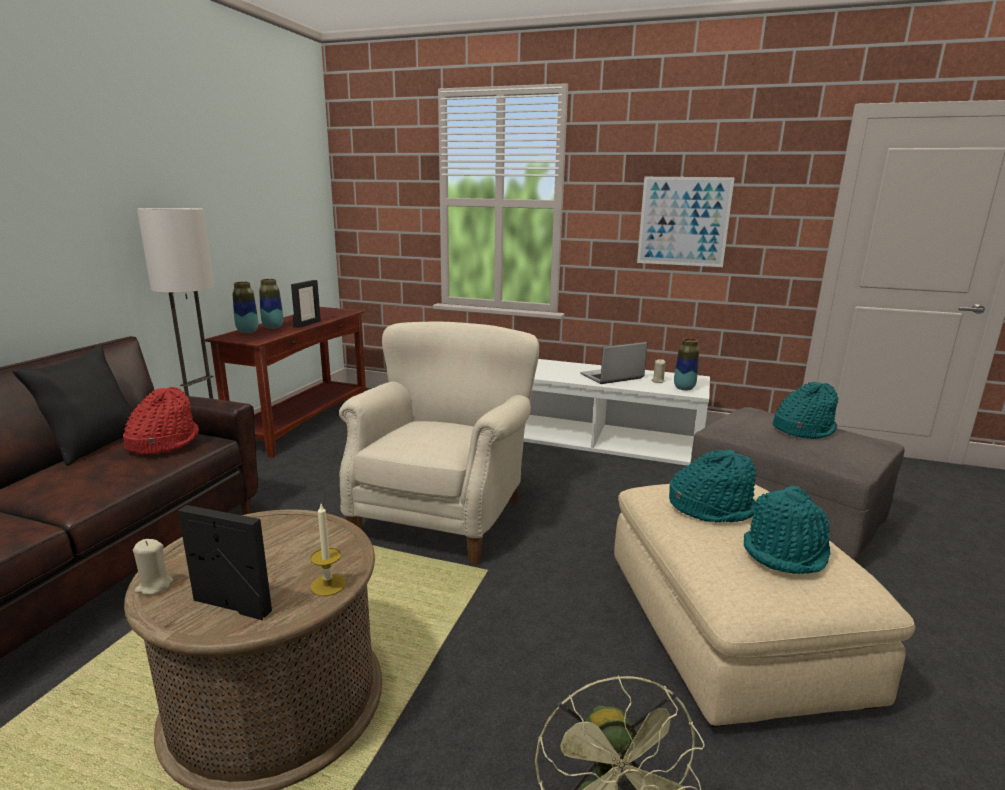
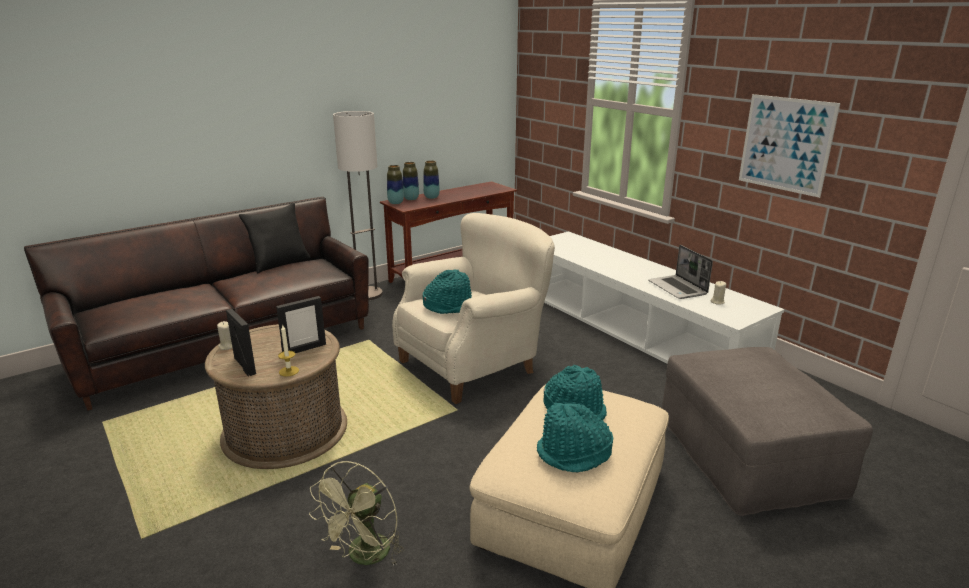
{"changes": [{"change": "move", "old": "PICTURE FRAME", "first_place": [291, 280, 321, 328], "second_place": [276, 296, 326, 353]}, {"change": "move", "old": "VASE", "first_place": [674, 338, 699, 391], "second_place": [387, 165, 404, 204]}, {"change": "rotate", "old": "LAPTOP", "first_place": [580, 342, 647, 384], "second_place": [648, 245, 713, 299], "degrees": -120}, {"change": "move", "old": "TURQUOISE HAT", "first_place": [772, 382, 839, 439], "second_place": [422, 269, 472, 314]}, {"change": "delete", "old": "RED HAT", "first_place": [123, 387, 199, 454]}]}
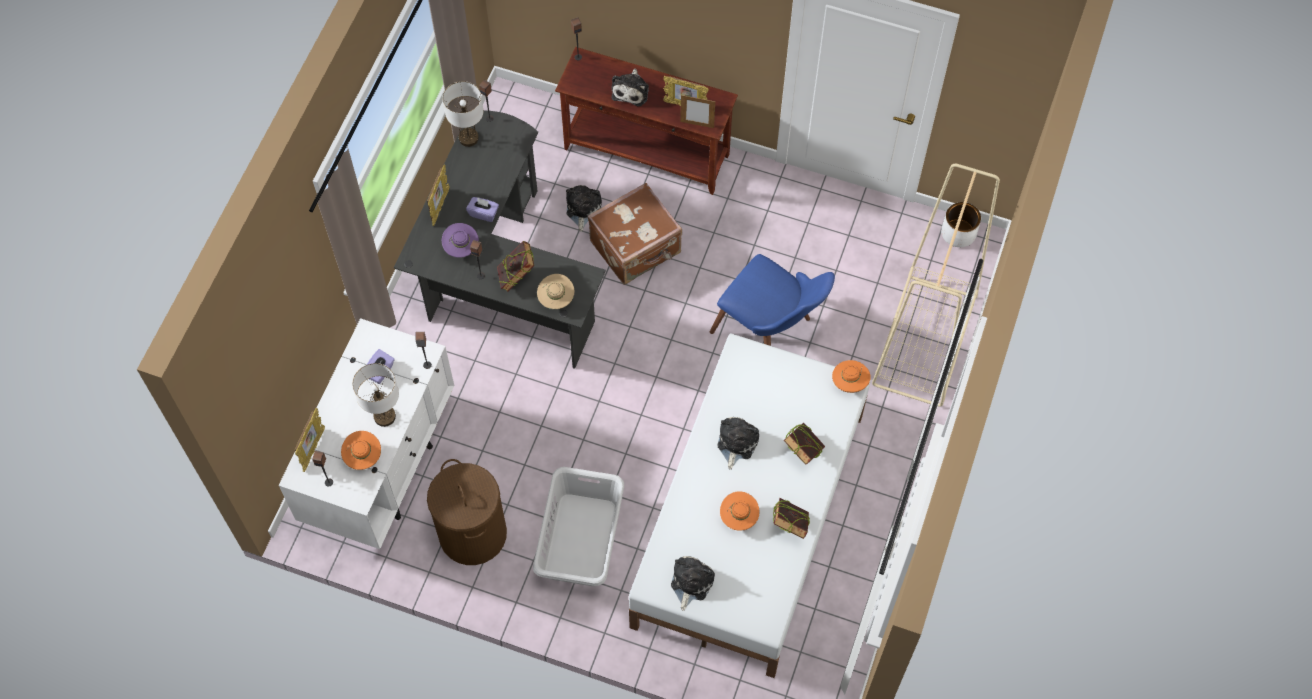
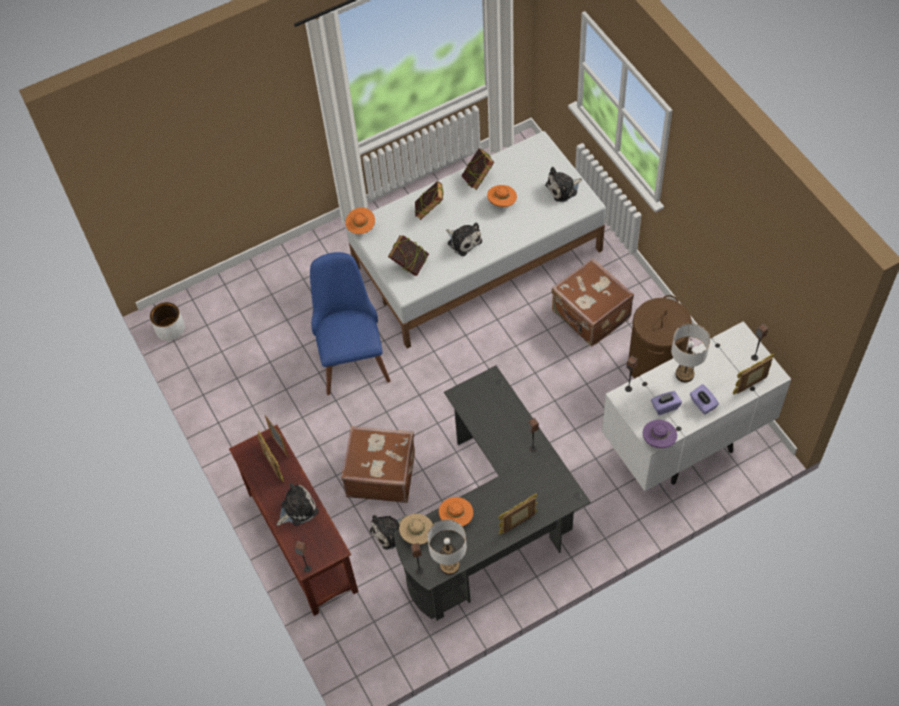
{"changes": [{"change": "delete", "old": "BEIGE CLOTHES RACK", "first_place": [872, 164, 1000, 407]}, {"change": "move", "old": "PURPLE TISSUE BOX", "first_place": [466, 197, 499, 222], "second_place": [690, 384, 719, 414]}, {"change": "move", "old": "PURPLE HAT", "first_place": [442, 223, 479, 258], "second_place": [643, 420, 677, 448]}, {"change": "move", "old": "BOOK", "first_place": [497, 241, 534, 292], "second_place": [388, 235, 429, 276]}, {"change": "move", "old": "BEIGE HAT", "first_place": [537, 274, 574, 309], "second_place": [399, 514, 433, 545]}, {"change": "rotate", "old": "PLUSH TOY", "first_place": [717, 417, 759, 470], "second_place": [446, 222, 482, 256], "degrees": -105}, {"change": "move", "old": "ORANGE HAT", "first_place": [341, 431, 381, 470], "second_place": [439, 497, 473, 527]}, {"change": "replace", "old": "GREY LAUNDRY BASKET", "new": "BROWN SUITCASE", "first_place": [533, 467, 624, 586], "second_place": [551, 258, 634, 347]}]}
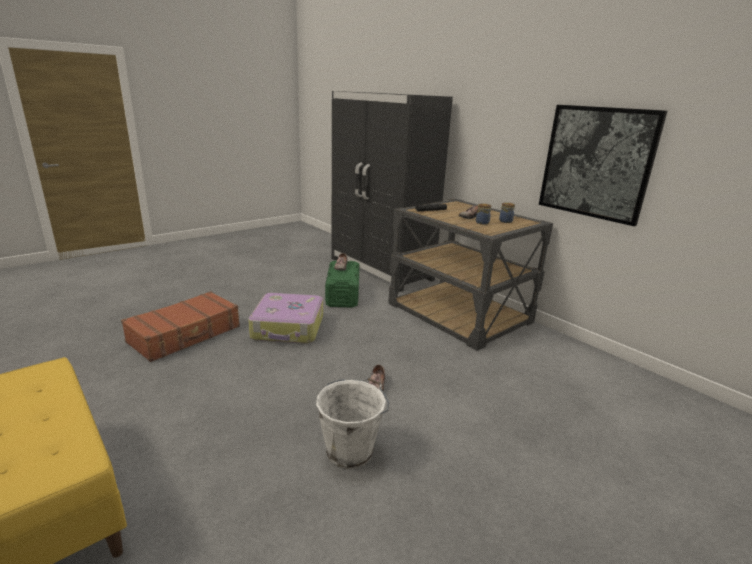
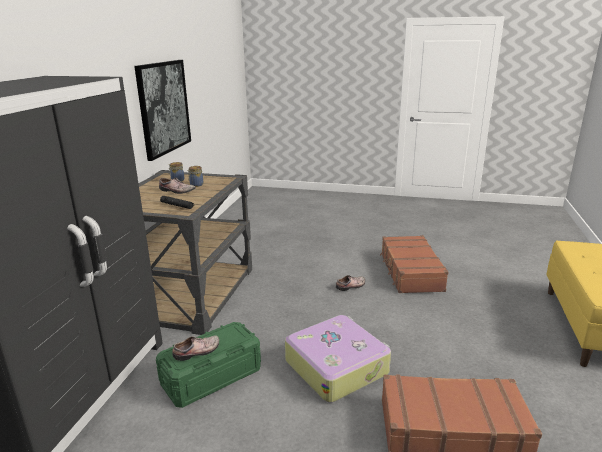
{"changes": [{"change": "replace", "old": "WHITE BUCKET", "new": "BROWN SUITCASE", "first_place": [316, 378, 389, 469], "second_place": [380, 235, 449, 293]}]}
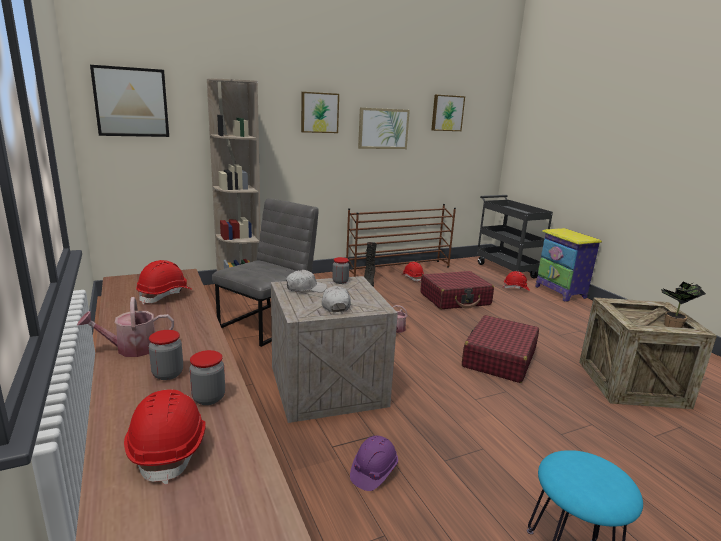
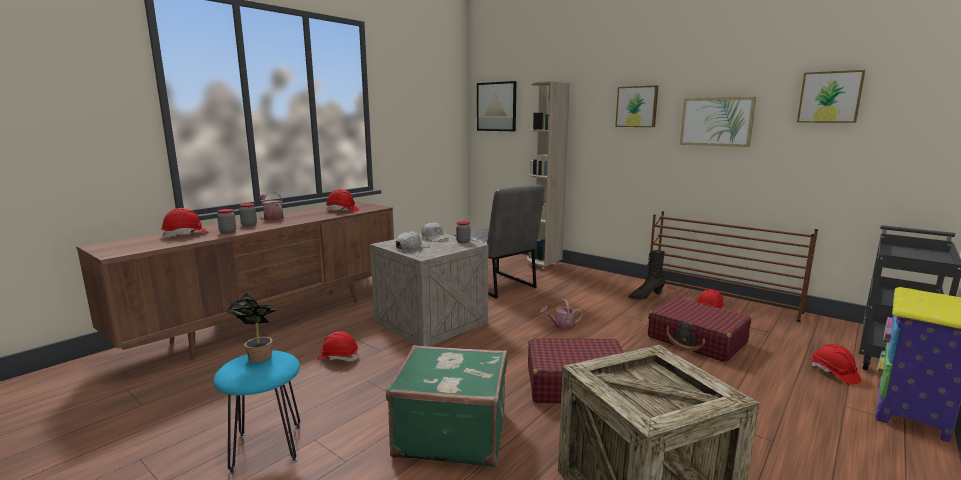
{"changes": [{"change": "rotate", "old": "GREY CHAIR", "first_place": [212, 198, 319, 347], "second_place": [470, 185, 545, 299], "degrees": 45}, {"change": "move", "old": "POTTED PLANT", "first_place": [661, 281, 706, 328], "second_place": [226, 293, 277, 362]}, {"change": "recolor", "old": "PURPLE HARD HAT", "new": "RED HARD HAT", "first_place": [350, 436, 398, 491], "second_place": [317, 331, 359, 361]}, {"change": "insert", "new": "GREEN SUITCASE", "second_place": [386, 345, 508, 467]}]}
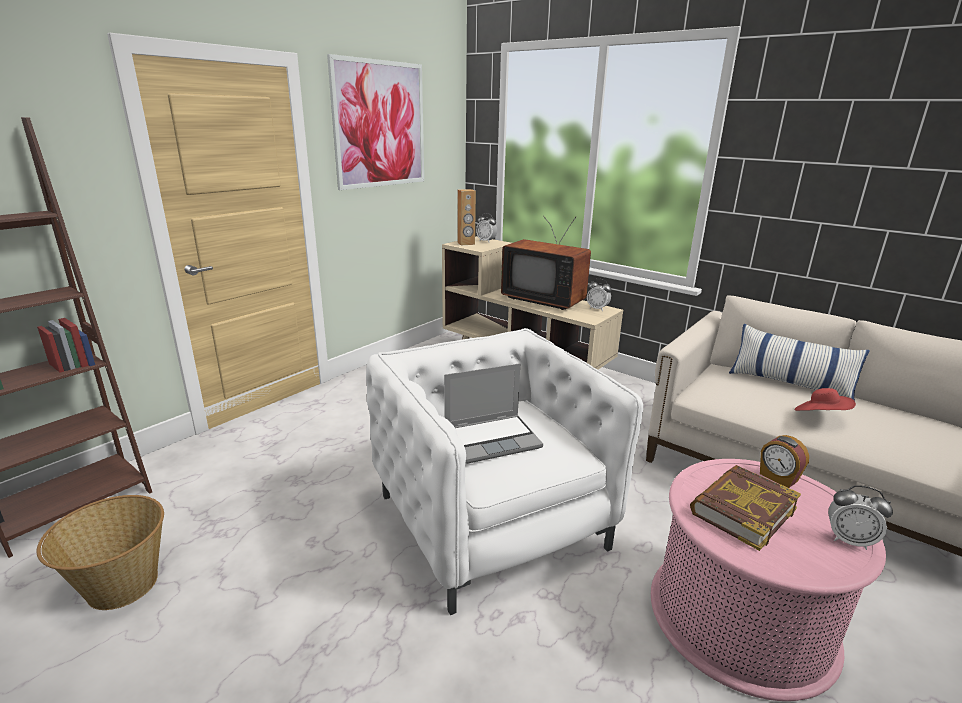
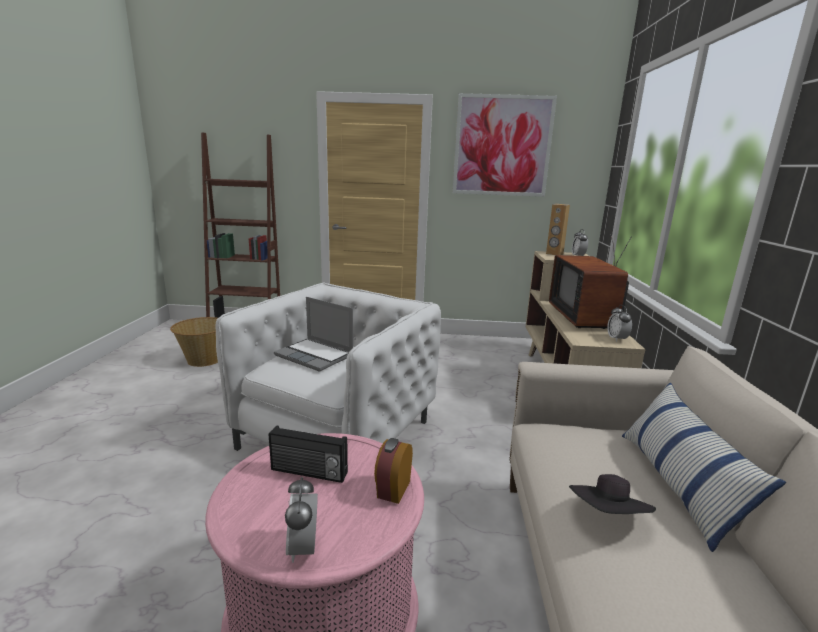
{"changes": [{"change": "recolor", "old": "RED HAT", "new": "BLACK HAT", "first_place": [794, 388, 856, 411], "second_place": [569, 474, 656, 514]}, {"change": "replace", "old": "BOOK", "new": "RADIO", "first_place": [690, 465, 801, 551], "second_place": [269, 426, 348, 483]}]}
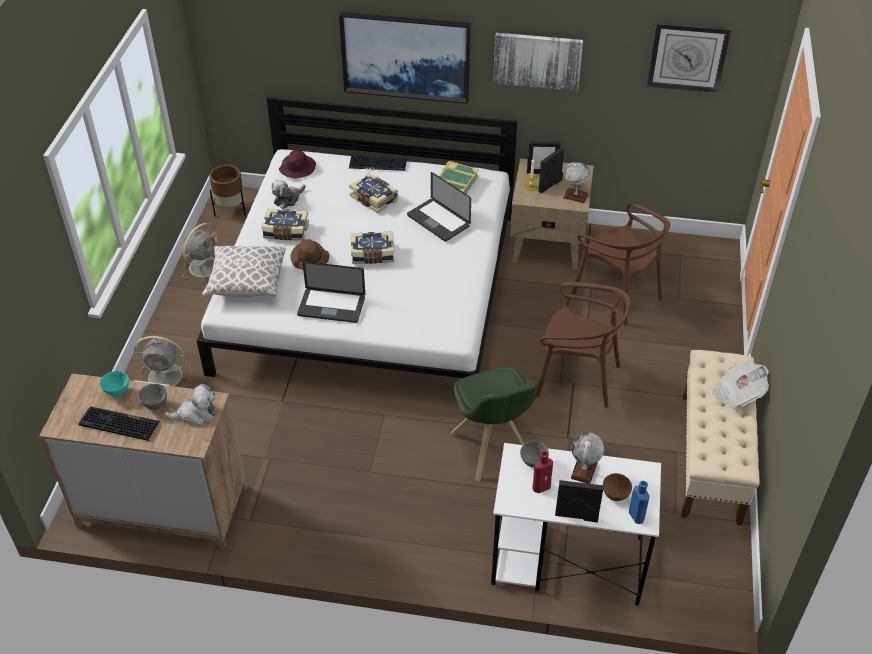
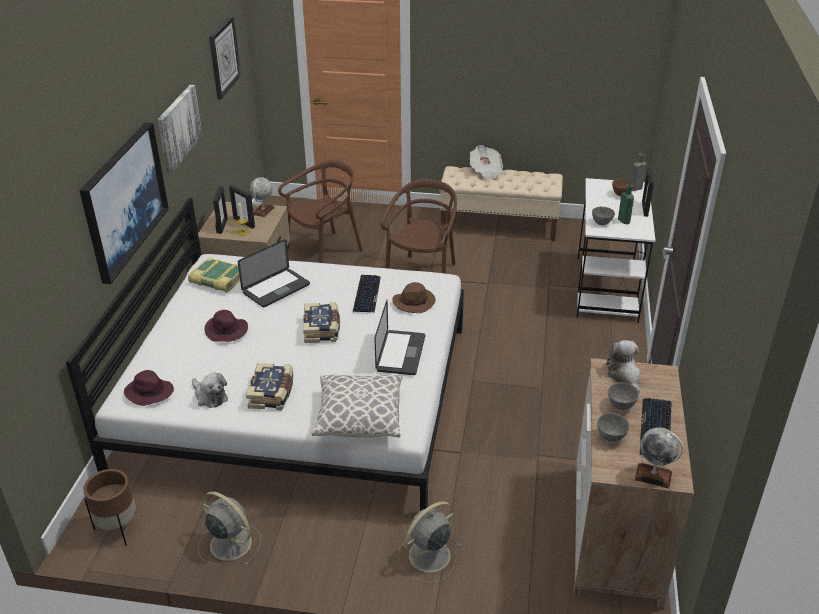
{"changes": [{"change": "move", "old": "KEYBOARD", "first_place": [349, 155, 407, 171], "second_place": [353, 275, 381, 313]}, {"change": "replace", "old": "BOOK", "new": "PURPLE HAT", "first_place": [349, 173, 398, 214], "second_place": [204, 310, 248, 342]}, {"change": "move", "old": "BROWN HAT", "first_place": [290, 239, 330, 270], "second_place": [392, 282, 436, 313]}, {"change": "rotate", "old": "GREY FAN", "first_place": [134, 336, 192, 388], "second_place": [398, 501, 461, 583], "degrees": -135}, {"change": "delete", "old": "GREEN CHAIR", "first_place": [450, 367, 538, 482]}, {"change": "recolor", "old": "TURQUOISE BOWL", "new": "GREY BOWL", "first_place": [100, 371, 129, 397], "second_place": [597, 413, 630, 442]}, {"change": "move", "old": "GLOBE", "first_place": [571, 432, 604, 484], "second_place": [634, 427, 683, 488]}, {"change": "recolor", "old": "RED BOTTLE", "new": "GREEN BOTTLE", "first_place": [532, 451, 553, 493], "second_place": [618, 184, 634, 224]}, {"change": "recolor", "old": "BLUE BOTTLE", "new": "GREY BOTTLE", "first_place": [629, 481, 650, 524], "second_place": [631, 153, 647, 191]}]}
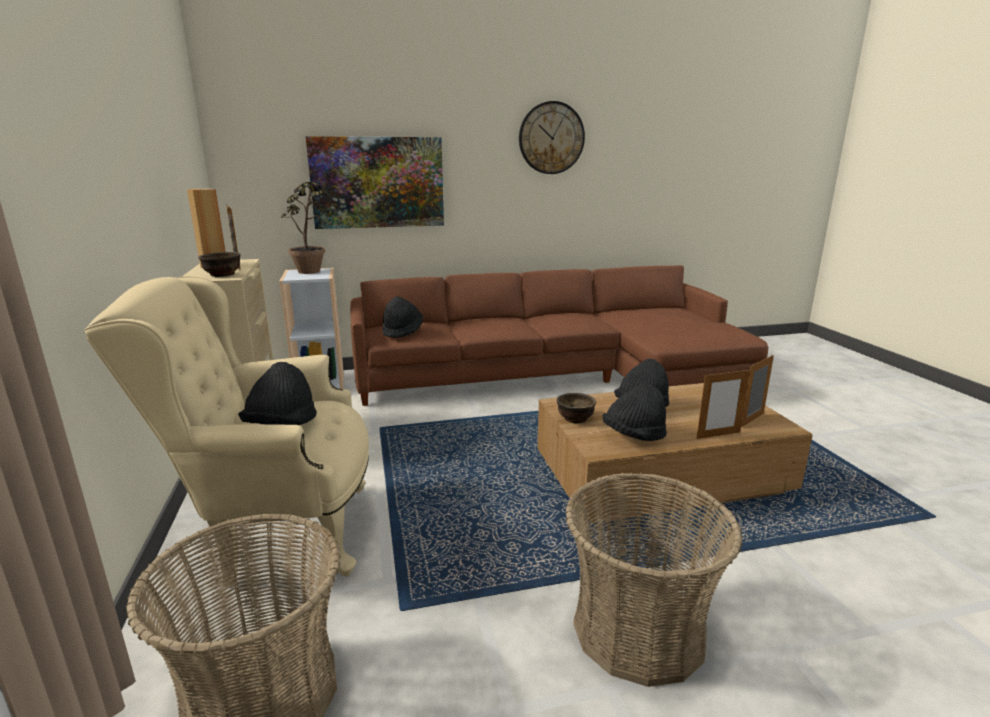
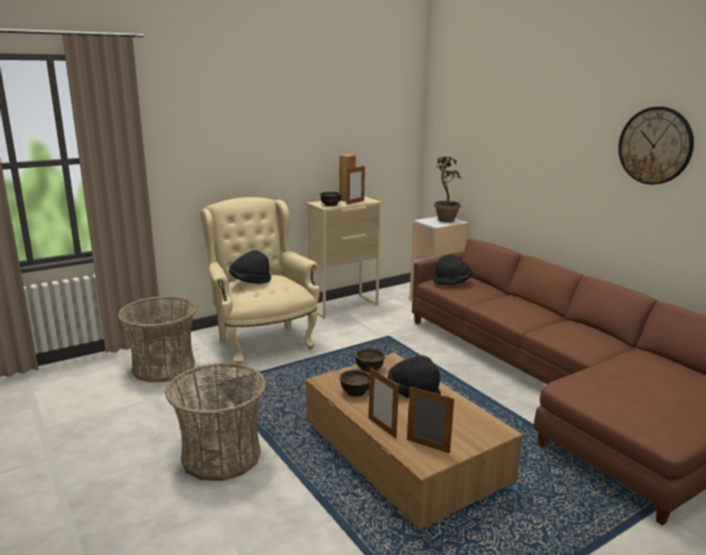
{"changes": [{"change": "delete", "old": "PICTURE", "first_place": [305, 136, 444, 229]}, {"change": "replace", "old": "BLACK HAT", "new": "BROWN BOWL", "first_place": [603, 383, 667, 441], "second_place": [340, 370, 370, 397]}]}
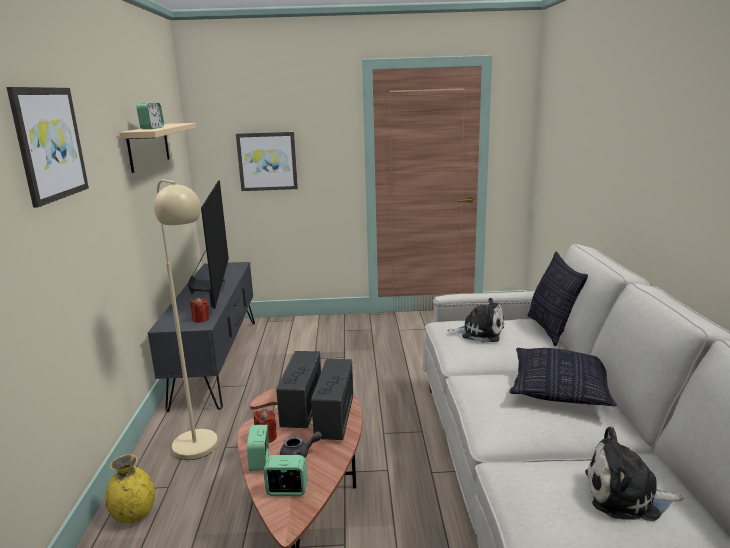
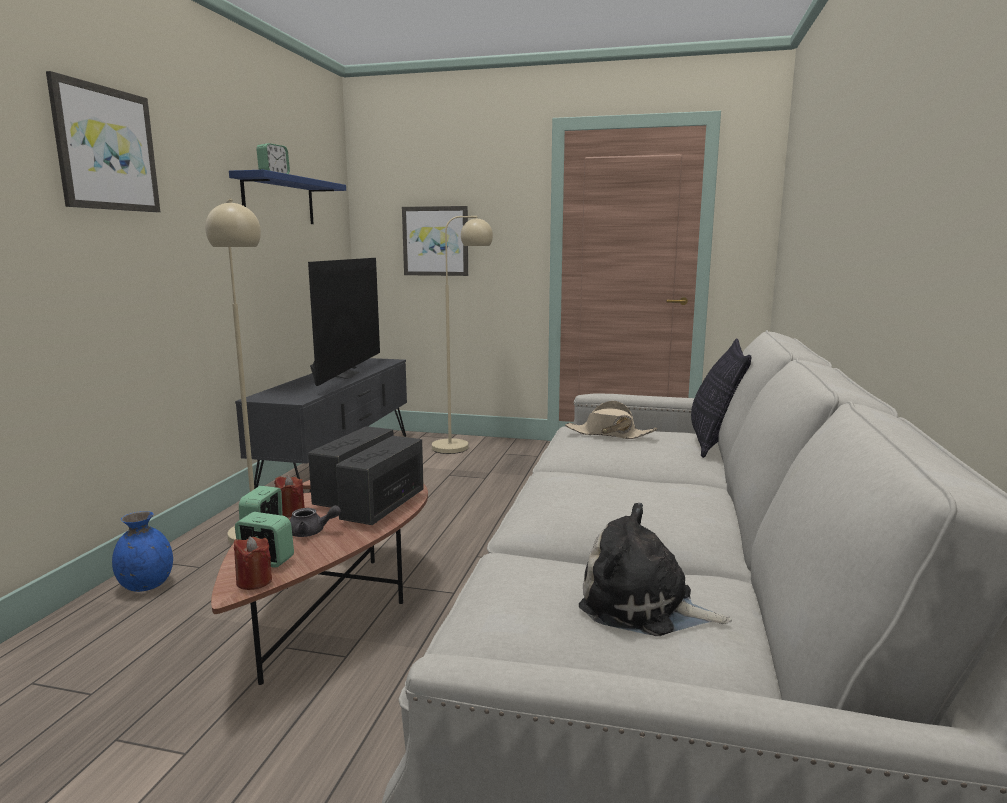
{"changes": [{"change": "recolor", "old": "BEIGE SHELF", "new": "BLUE SHELF", "first_place": [119, 123, 196, 173], "second_place": [229, 170, 346, 224]}, {"change": "move", "old": "RED CANDLE", "first_place": [190, 298, 209, 323], "second_place": [234, 536, 272, 590]}, {"change": "replace", "old": "PLUSH TOY", "new": "BEIGE HAT", "first_place": [447, 298, 504, 342], "second_place": [565, 401, 657, 439]}, {"change": "delete", "old": "PILLOW", "first_place": [509, 348, 617, 406]}, {"change": "recolor", "old": "YELLOW VASE", "new": "BLUE VASE", "first_place": [105, 454, 155, 524], "second_place": [112, 511, 173, 592]}, {"change": "insert", "new": "BEIGE FLOOR LAMP", "second_place": [432, 216, 493, 454]}]}
